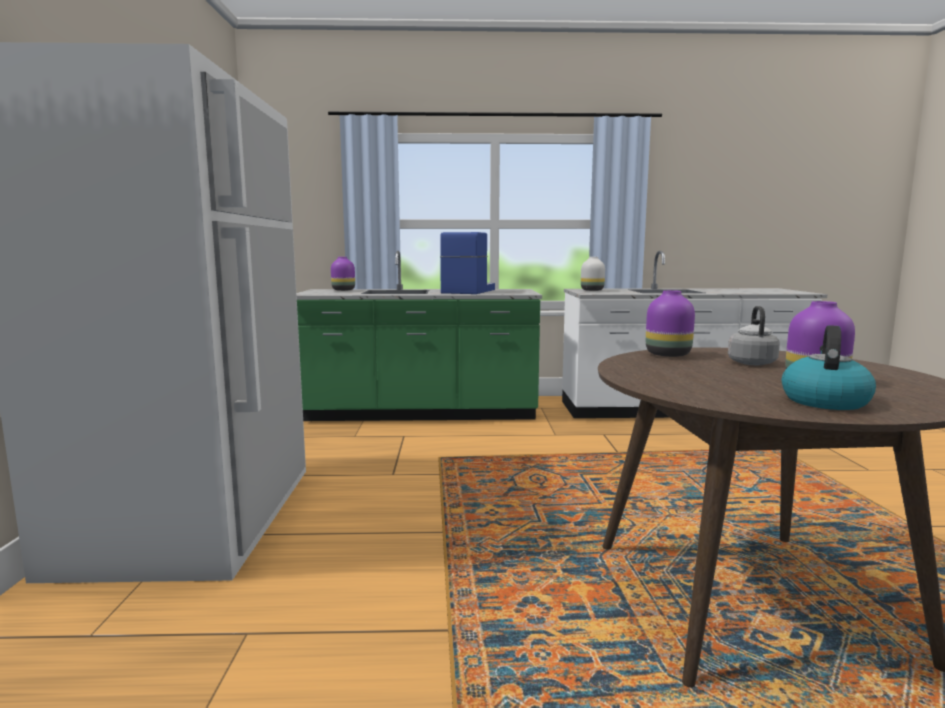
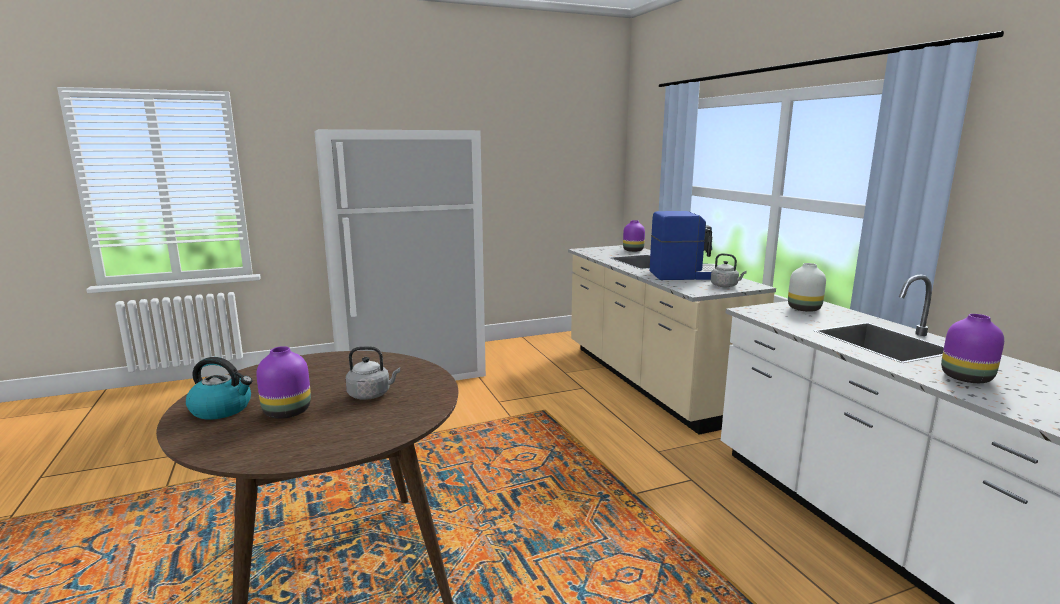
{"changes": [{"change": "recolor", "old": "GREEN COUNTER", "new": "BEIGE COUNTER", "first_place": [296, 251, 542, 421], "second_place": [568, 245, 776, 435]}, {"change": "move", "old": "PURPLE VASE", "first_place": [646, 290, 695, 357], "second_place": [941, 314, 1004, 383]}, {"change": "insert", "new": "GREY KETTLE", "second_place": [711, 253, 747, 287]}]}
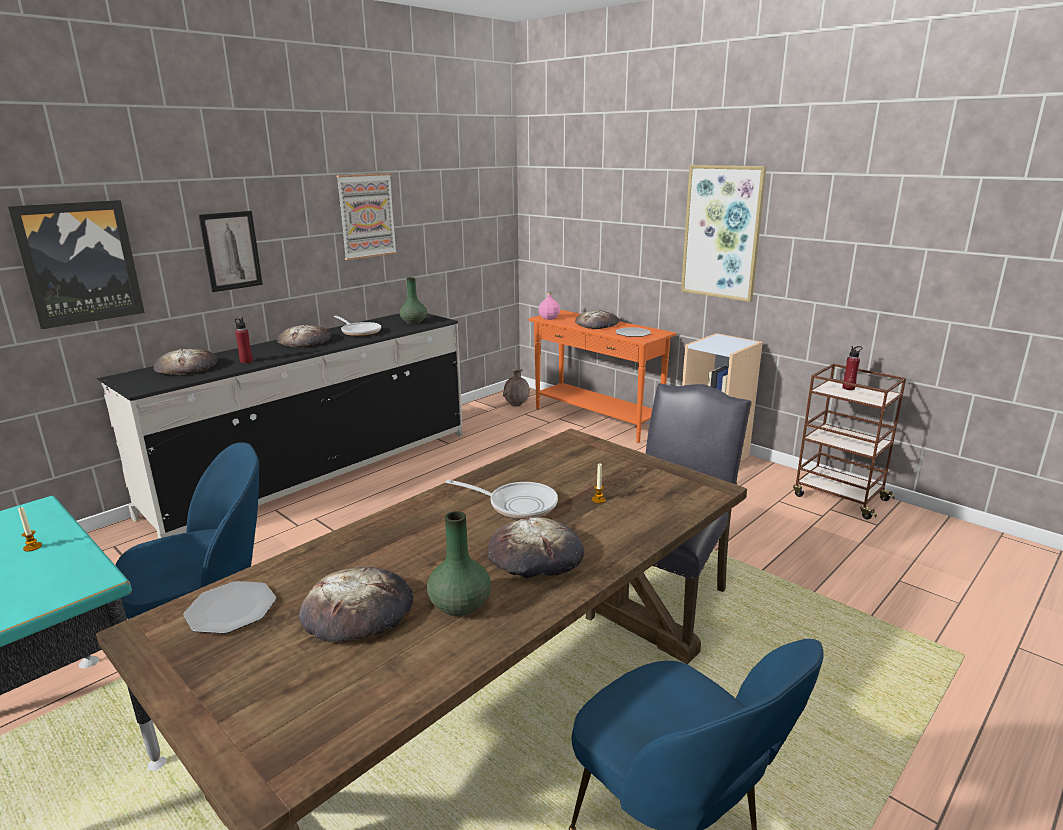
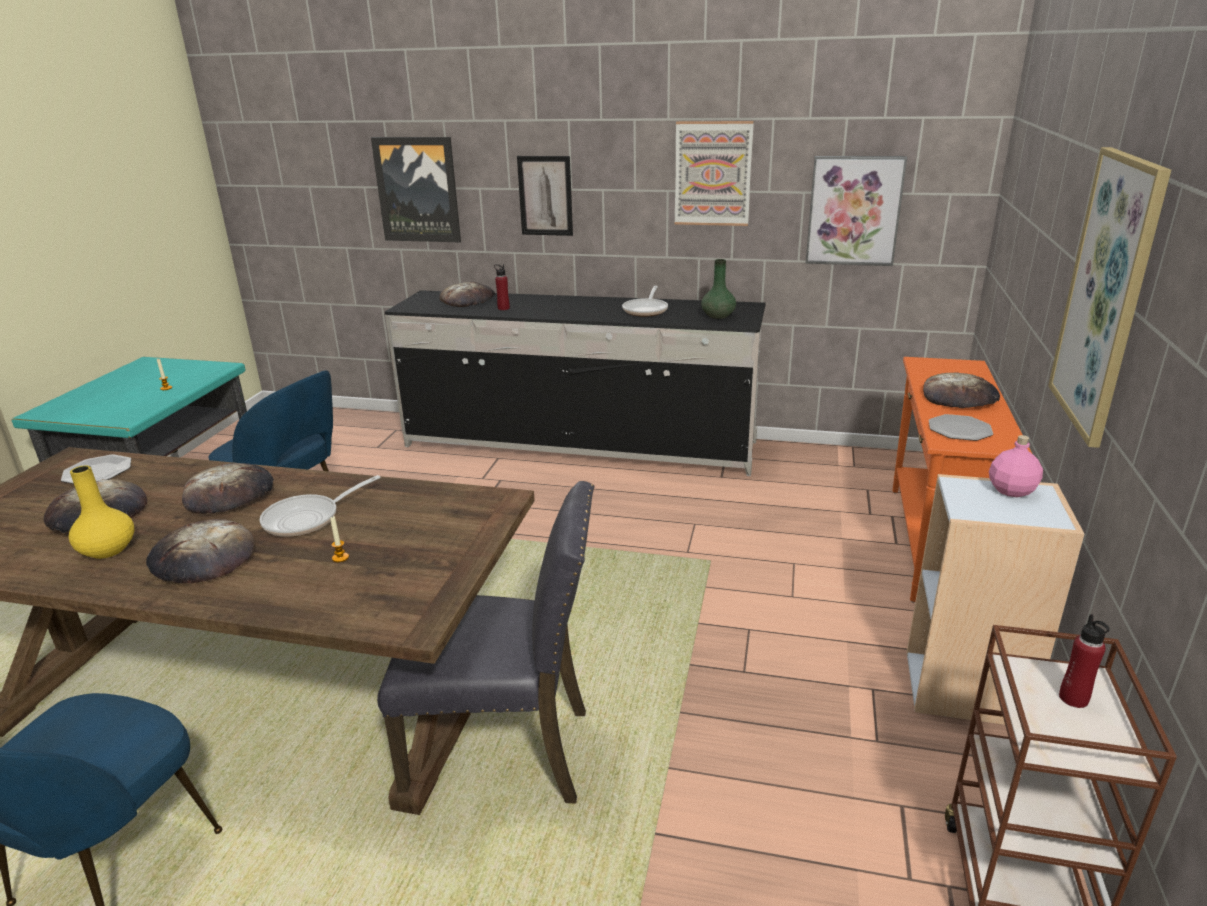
{"changes": [{"change": "move", "old": "PINK BOTTLE", "first_place": [539, 292, 560, 320], "second_place": [989, 435, 1043, 497]}, {"change": "move", "old": "BREAD", "first_place": [277, 324, 331, 348], "second_place": [182, 463, 274, 514]}, {"change": "delete", "old": "BROWN VASE", "first_place": [503, 369, 530, 407]}, {"change": "rotate", "old": "FRYING PAN", "first_place": [446, 480, 558, 519], "second_place": [260, 475, 381, 537], "degrees": 60}, {"change": "recolor", "old": "GREEN VASE", "new": "YELLOW VASE", "first_place": [427, 511, 491, 616], "second_place": [69, 466, 135, 559]}, {"change": "insert", "new": "PICTURE", "second_place": [806, 156, 907, 266]}]}
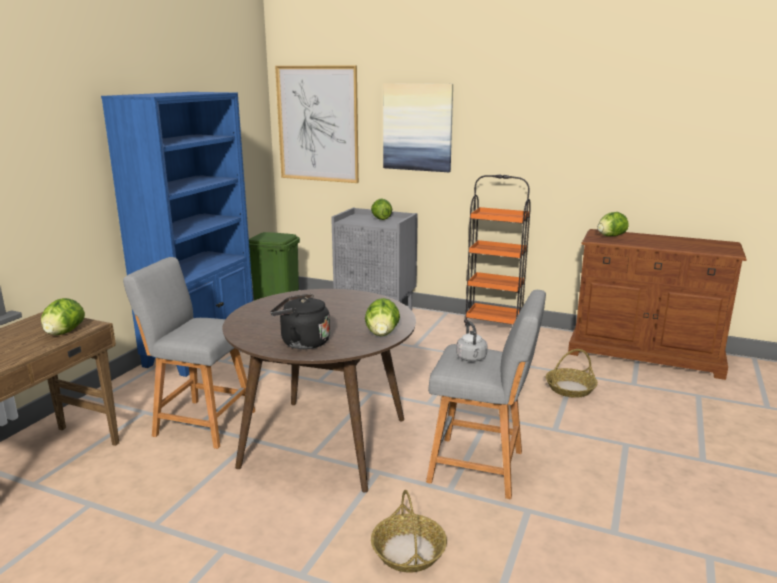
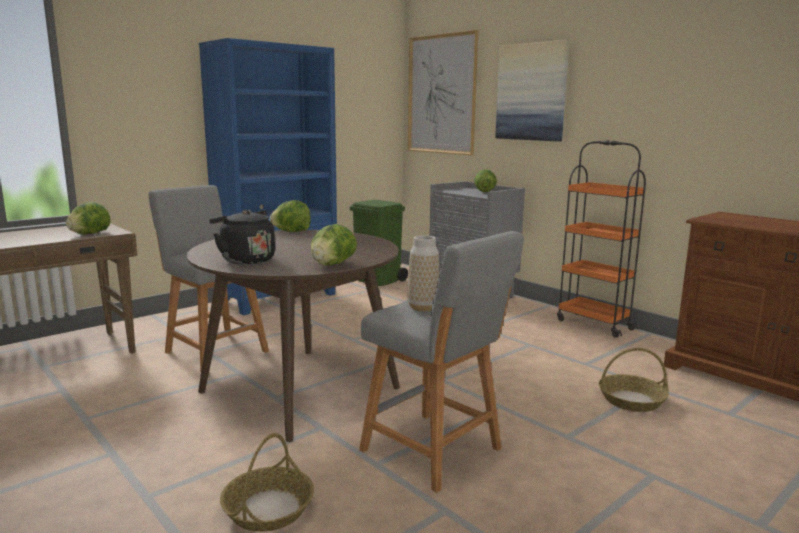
{"changes": [{"change": "move", "old": "LETTUCE", "first_place": [597, 212, 629, 236], "second_place": [270, 200, 311, 232]}, {"change": "replace", "old": "GREY KETTLE", "new": "VASE", "first_place": [456, 321, 488, 362], "second_place": [407, 235, 439, 312]}]}
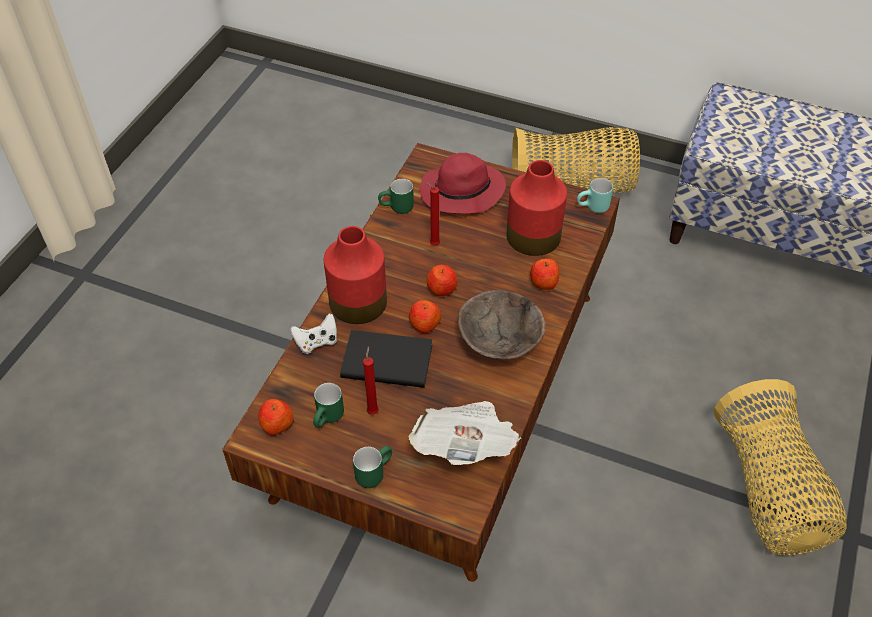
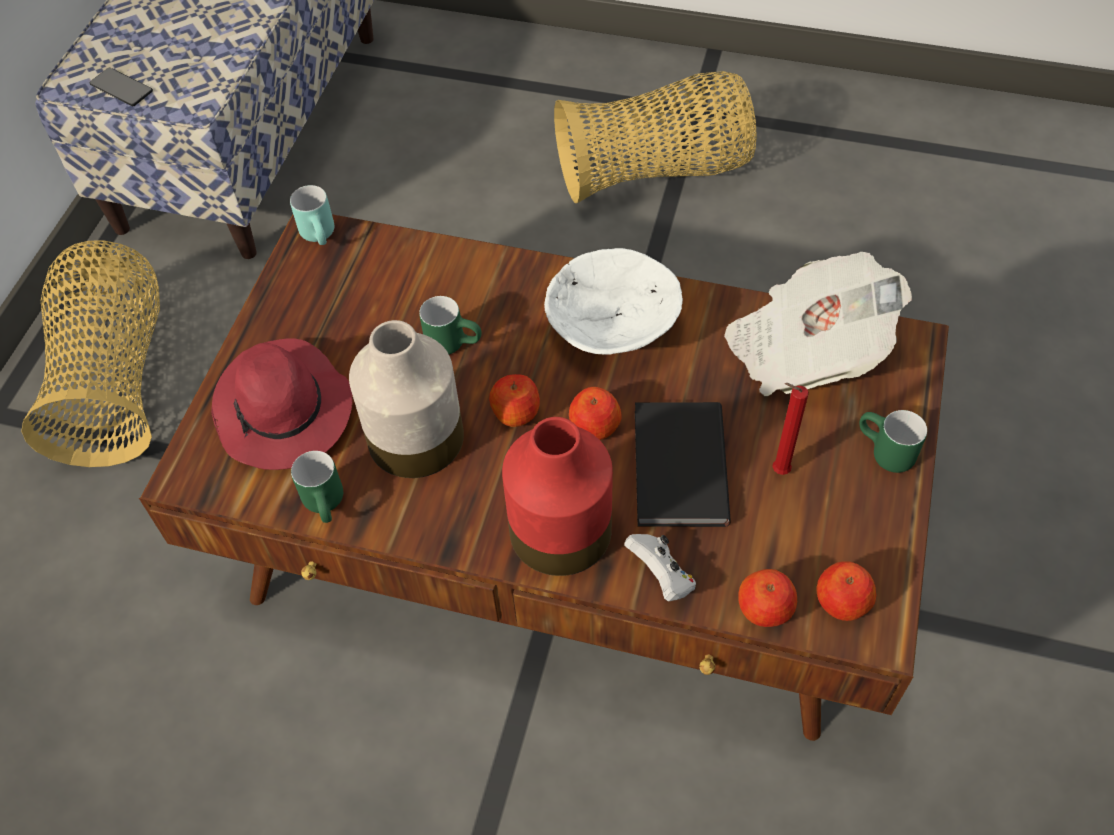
{"changes": [{"change": "delete", "old": "RED VASE", "first_place": [506, 160, 567, 256]}, {"change": "replace", "old": "RED CANDLE", "new": "BEIGE VASE", "first_place": [426, 183, 440, 245], "second_place": [349, 320, 464, 478]}, {"change": "move", "old": "APPLE", "first_place": [530, 258, 559, 290], "second_place": [738, 569, 797, 627]}, {"change": "recolor", "old": "BROWN BOWL", "new": "WHITE BOWL", "first_place": [458, 290, 546, 359], "second_place": [544, 248, 683, 355]}, {"change": "move", "old": "GREEN MUG", "first_place": [313, 383, 344, 428], "second_place": [419, 296, 481, 354]}, {"change": "insert", "new": "PHONE", "second_place": [89, 68, 153, 106]}]}
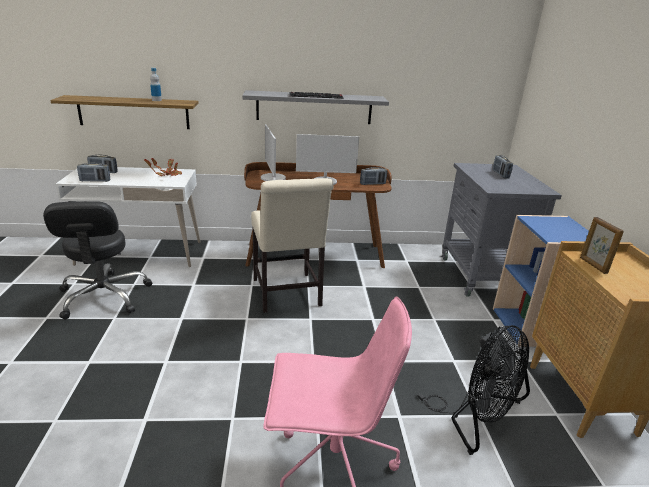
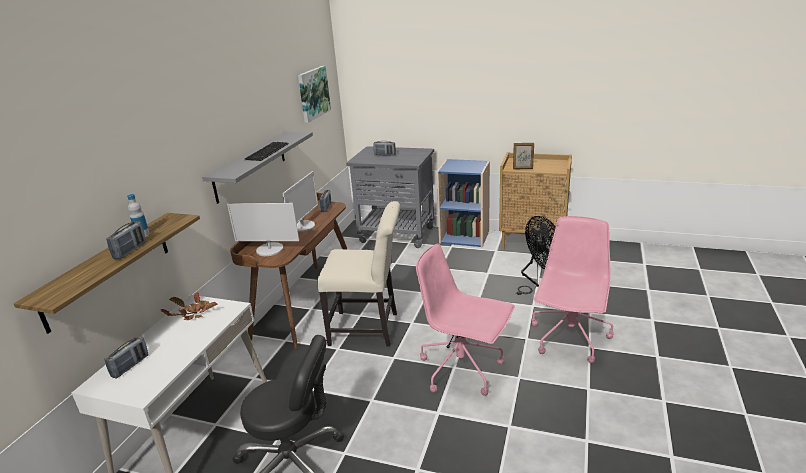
{"changes": [{"change": "move", "old": "RADIO", "first_place": [77, 163, 110, 182], "second_place": [106, 221, 146, 259]}, {"change": "insert", "new": "PICTURE", "second_place": [298, 66, 331, 123]}, {"change": "insert", "new": "PINK OFFICE CHAIR", "second_place": [416, 244, 515, 396]}]}
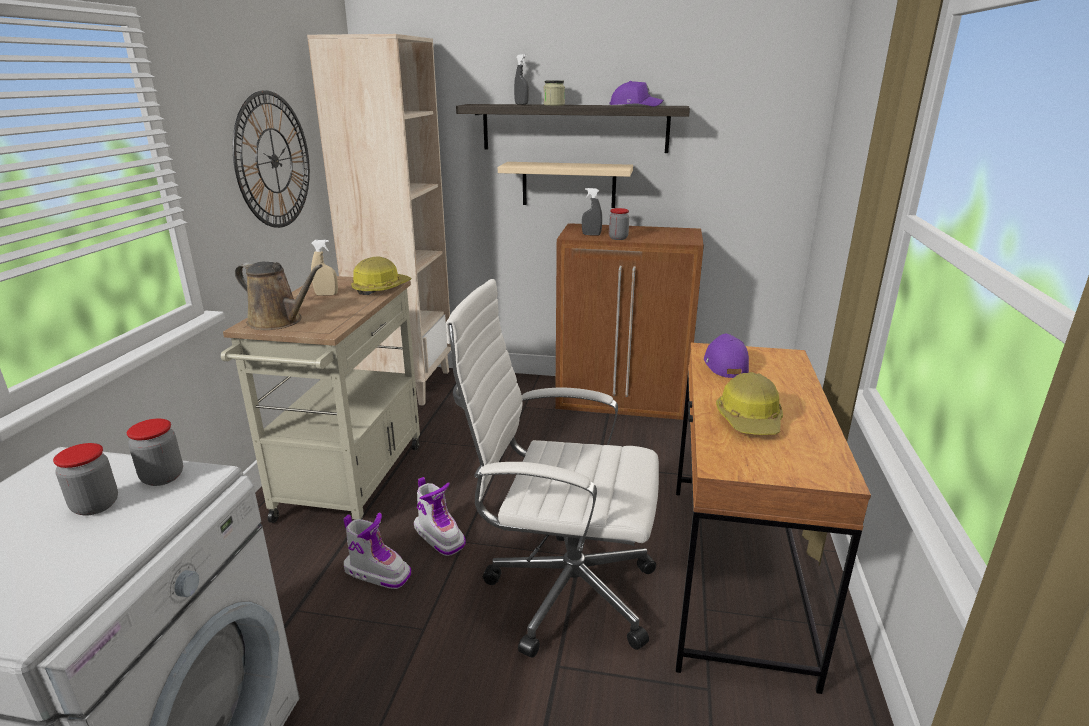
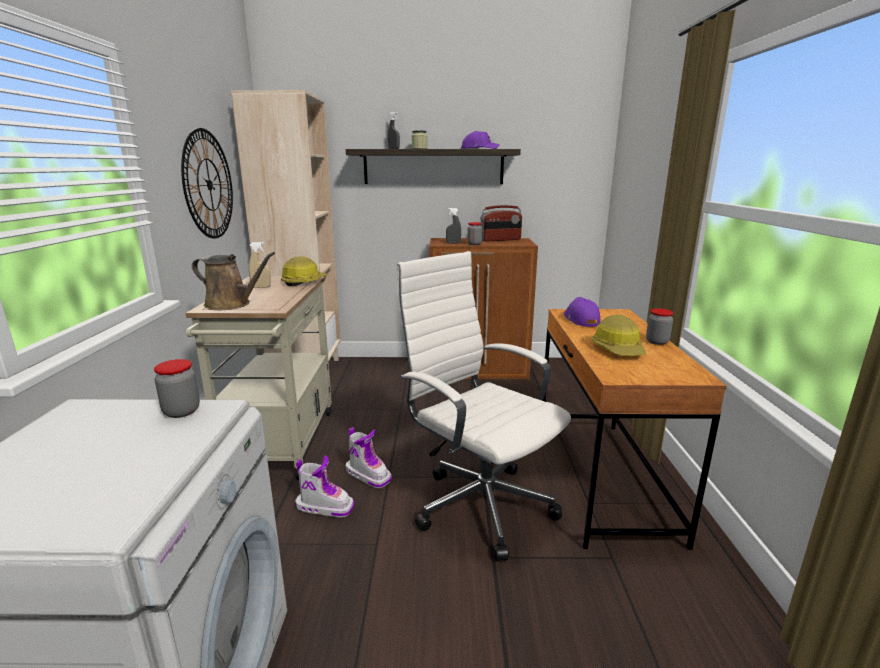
{"changes": [{"change": "delete", "old": "BEIGE SHELF", "first_place": [498, 162, 633, 208]}, {"change": "rotate", "old": "WHITE OFFICE CHAIR", "first_place": [446, 279, 659, 658], "second_place": [397, 251, 571, 561], "degrees": 45}, {"change": "move", "old": "JAR", "first_place": [53, 443, 118, 516], "second_place": [646, 308, 673, 345]}, {"change": "insert", "new": "RADIO", "second_place": [480, 205, 522, 241]}]}
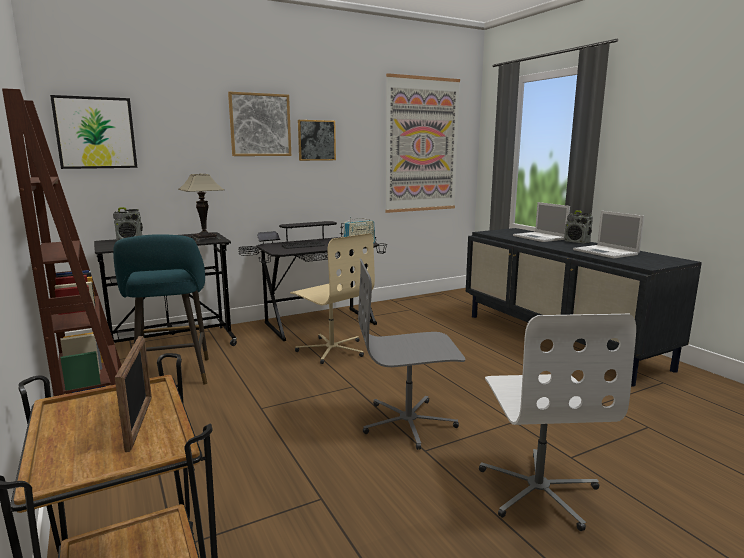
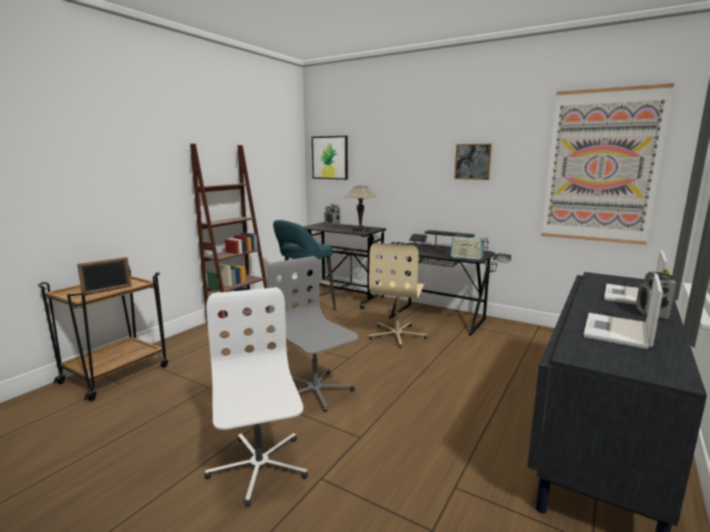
{"changes": [{"change": "delete", "old": "PICTURE", "first_place": [228, 92, 291, 156]}, {"change": "rotate", "old": "WHITE OFFICE CHAIR", "first_place": [479, 314, 636, 531], "second_place": [205, 287, 308, 506], "degrees": 105}]}
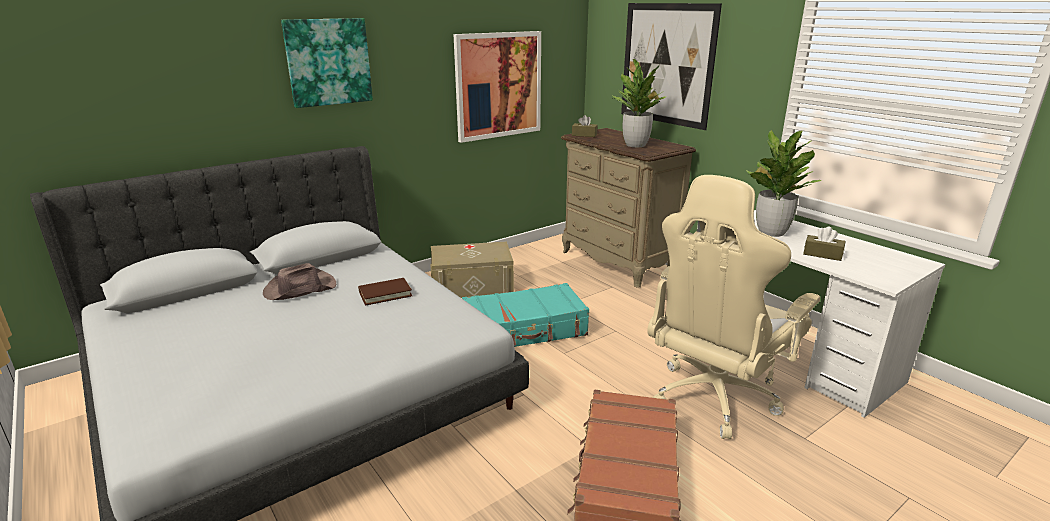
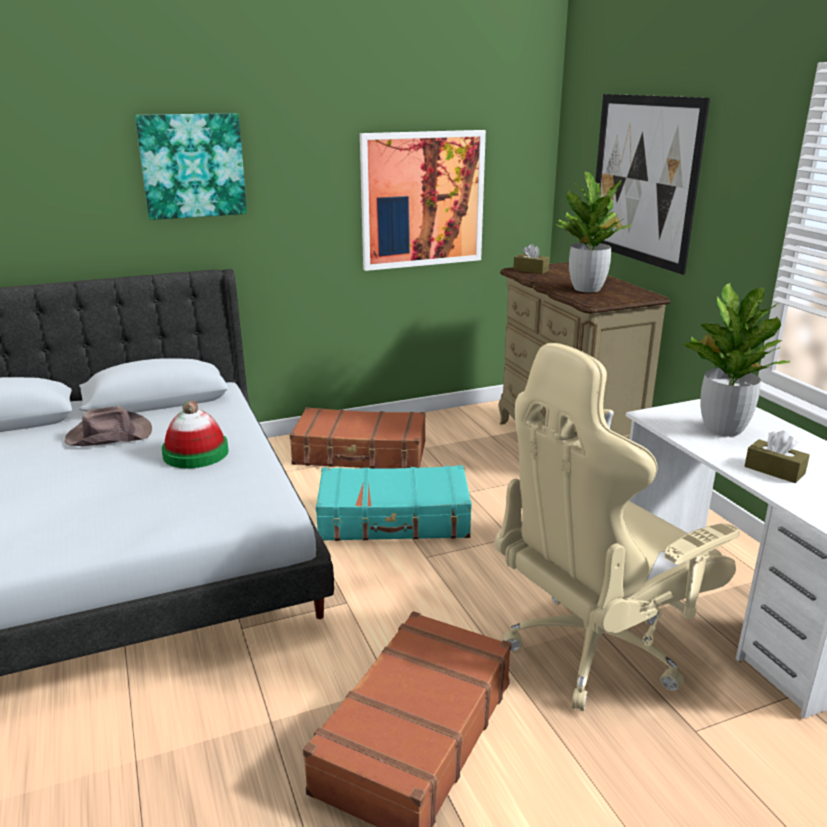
{"changes": [{"change": "replace", "old": "BEIGE STORAGE BOX", "new": "BROWN SUITCASE", "first_place": [431, 242, 514, 298], "second_place": [290, 407, 426, 469]}, {"change": "replace", "old": "BROWN BOOK", "new": "HAT", "first_place": [358, 278, 412, 305], "second_place": [162, 401, 229, 468]}]}
